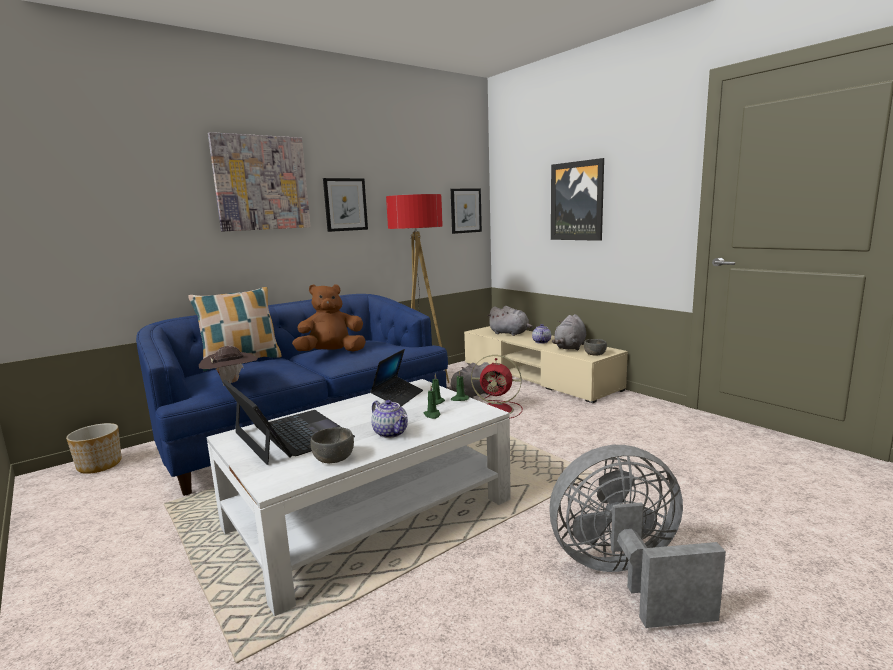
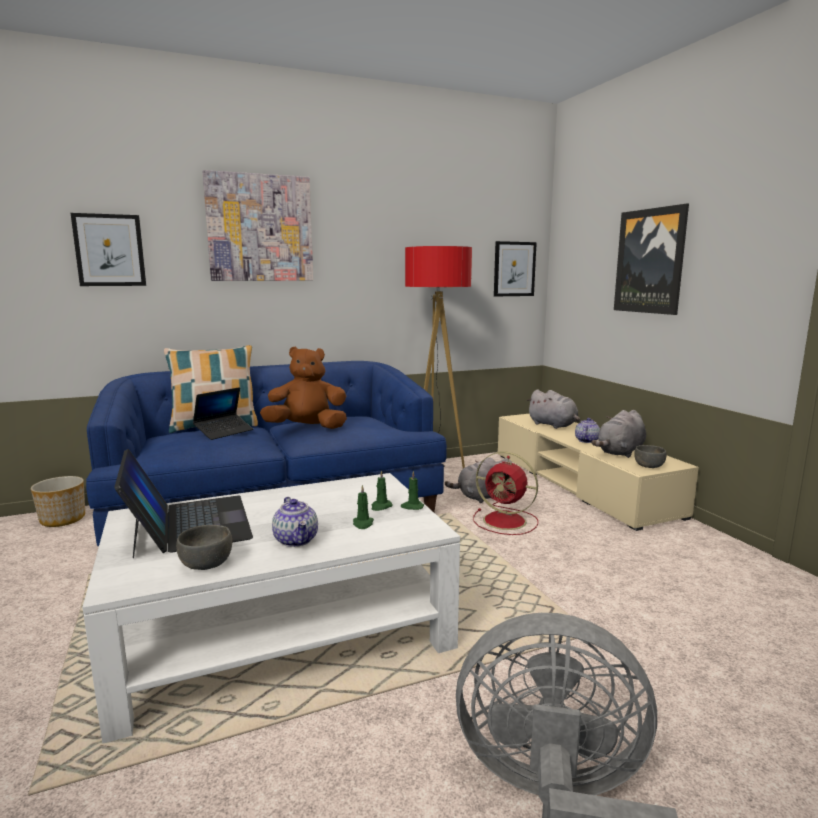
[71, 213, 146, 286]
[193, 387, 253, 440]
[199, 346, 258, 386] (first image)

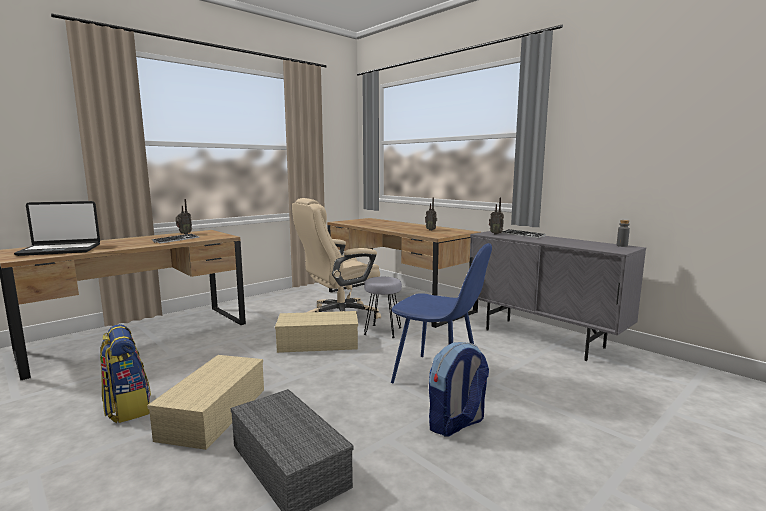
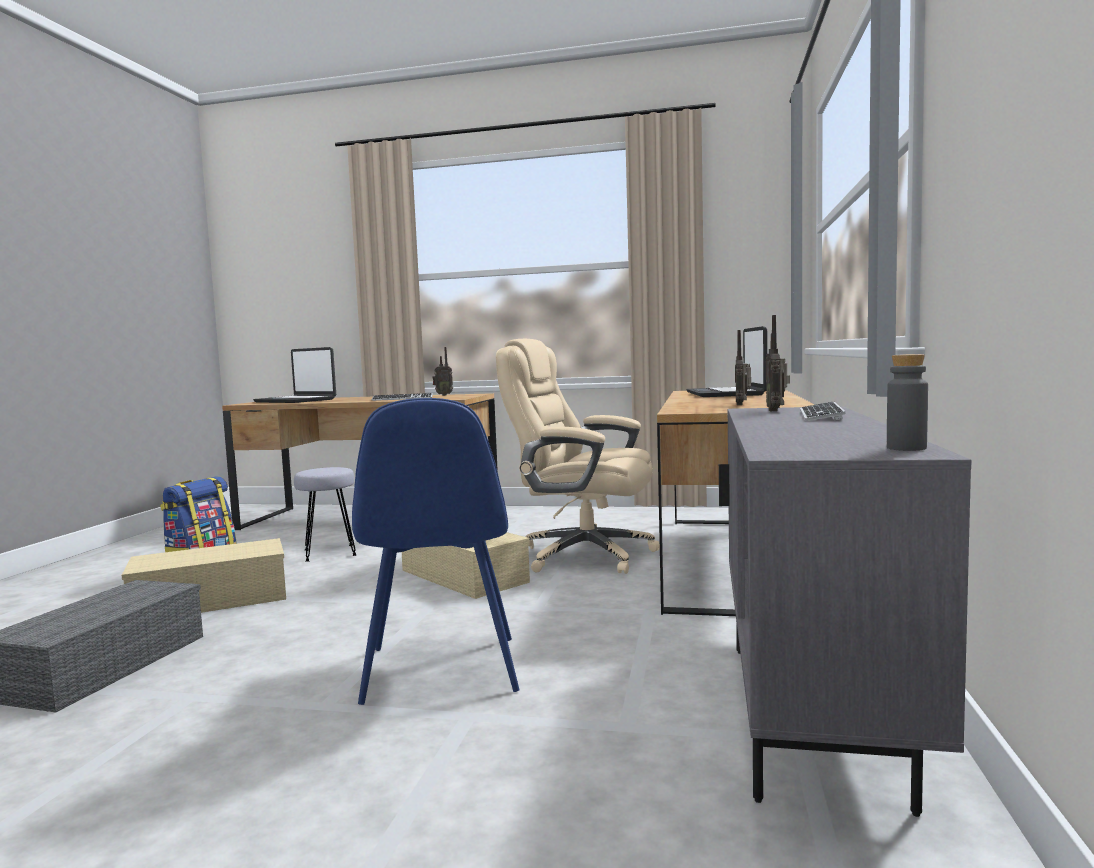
[294, 467, 356, 562]
[686, 326, 768, 397]
[429, 342, 489, 437] (first image)

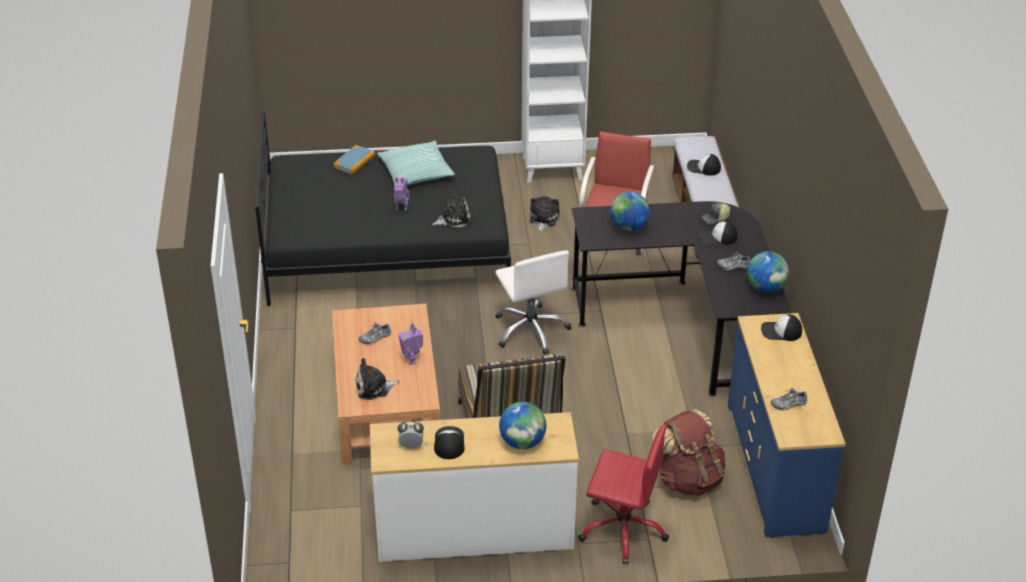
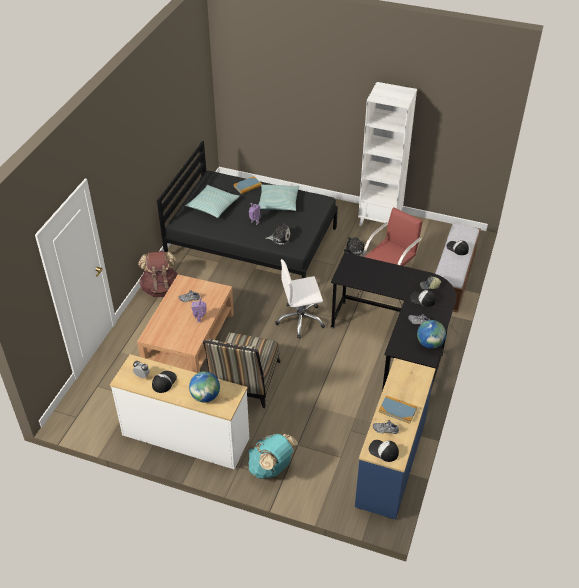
[138, 251, 179, 297]
[186, 185, 240, 218]
[248, 434, 299, 479]
[275, 259, 325, 338]
[369, 440, 399, 462]
[379, 395, 417, 424]
[355, 358, 400, 400] (first image)
[610, 192, 650, 232] (first image)

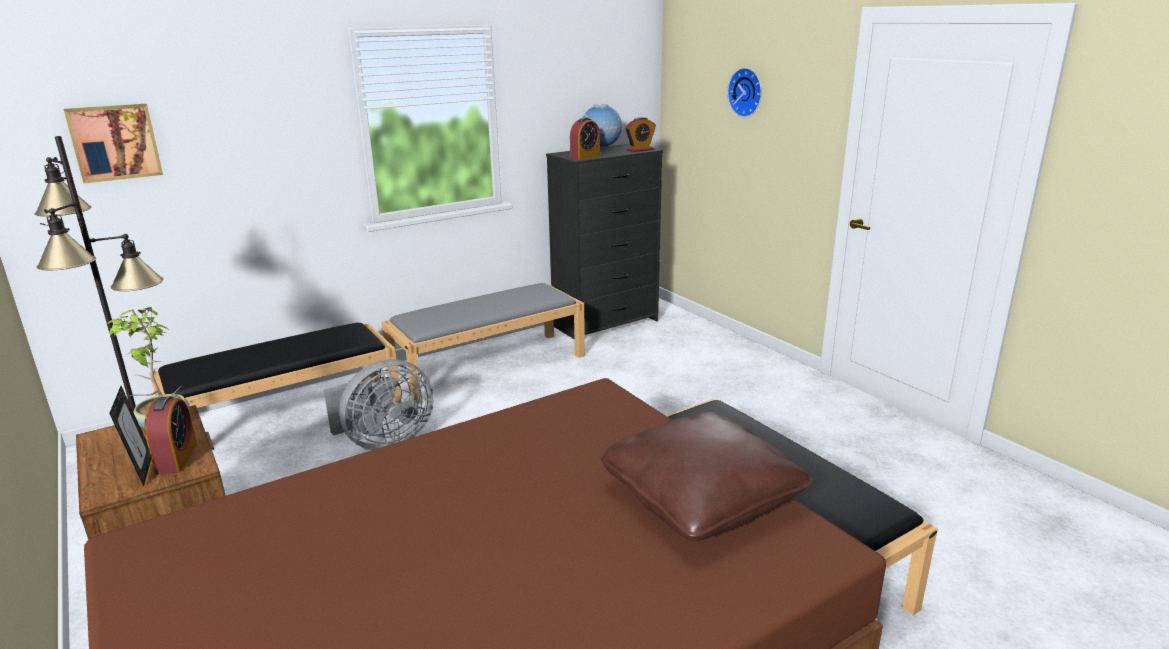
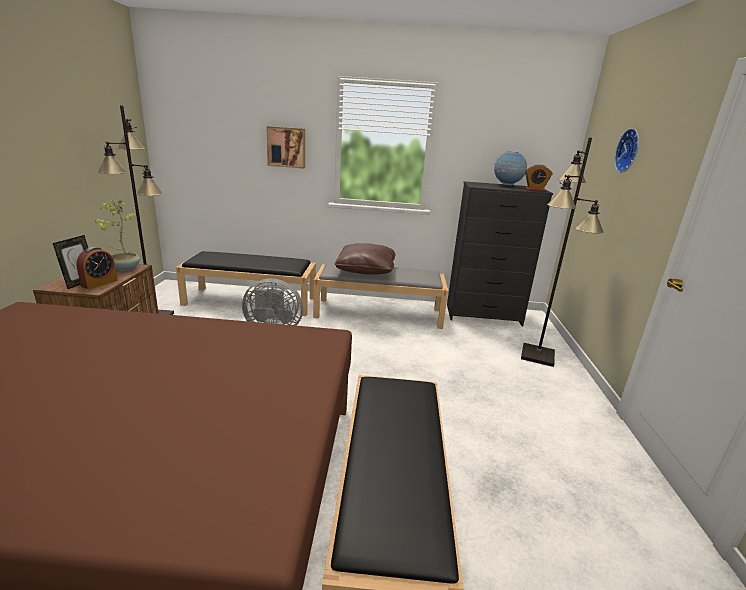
[266, 126, 305, 169]
[335, 243, 396, 275]
[521, 137, 604, 367]
[570, 118, 600, 160] (first image)

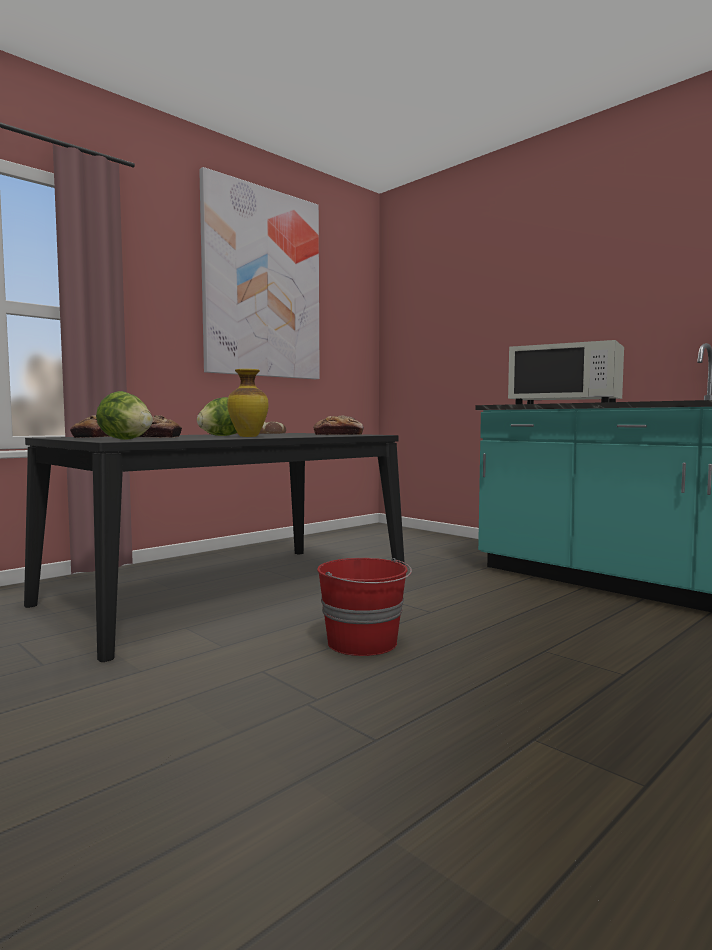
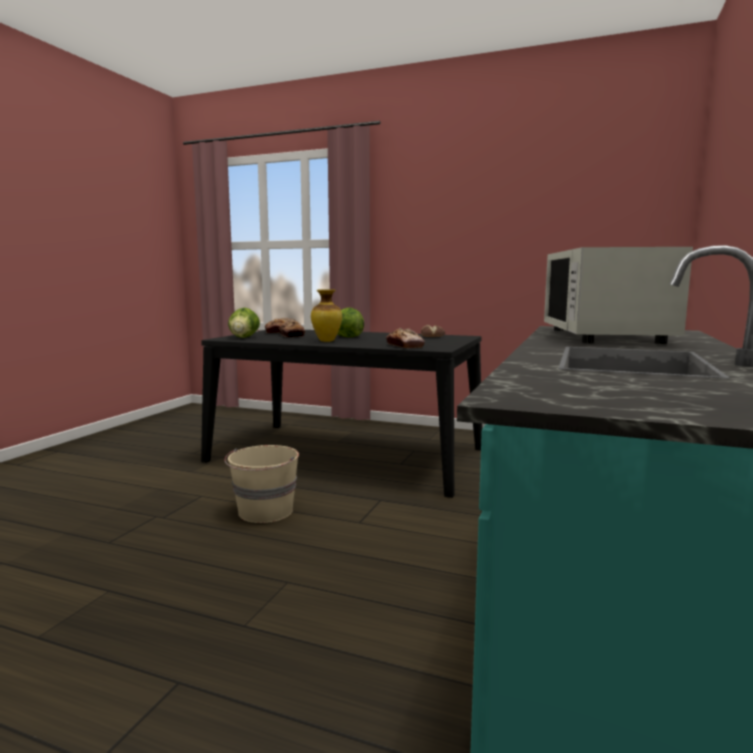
[225, 445, 299, 523]
[199, 167, 320, 379] (first image)

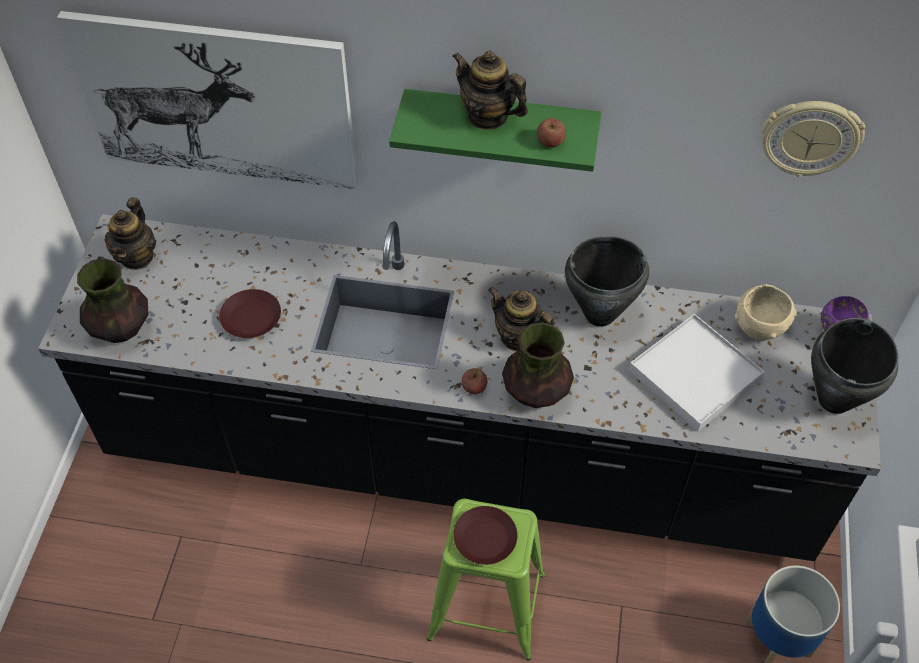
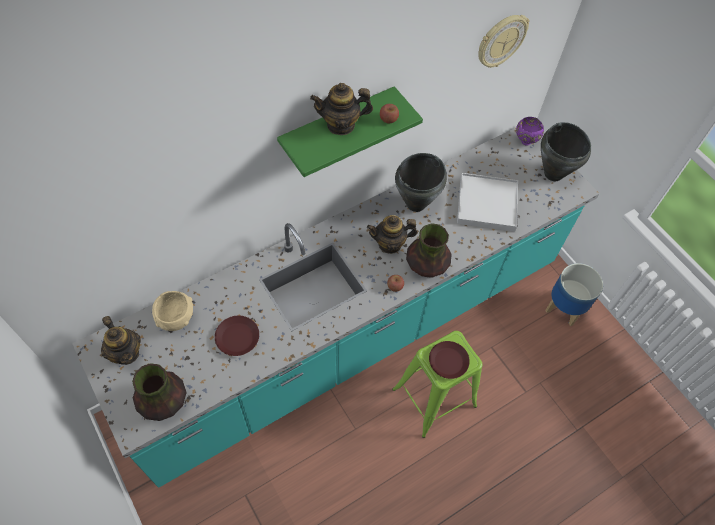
[72, 128, 600, 488]
[152, 291, 193, 331]
[57, 11, 358, 190] (first image)

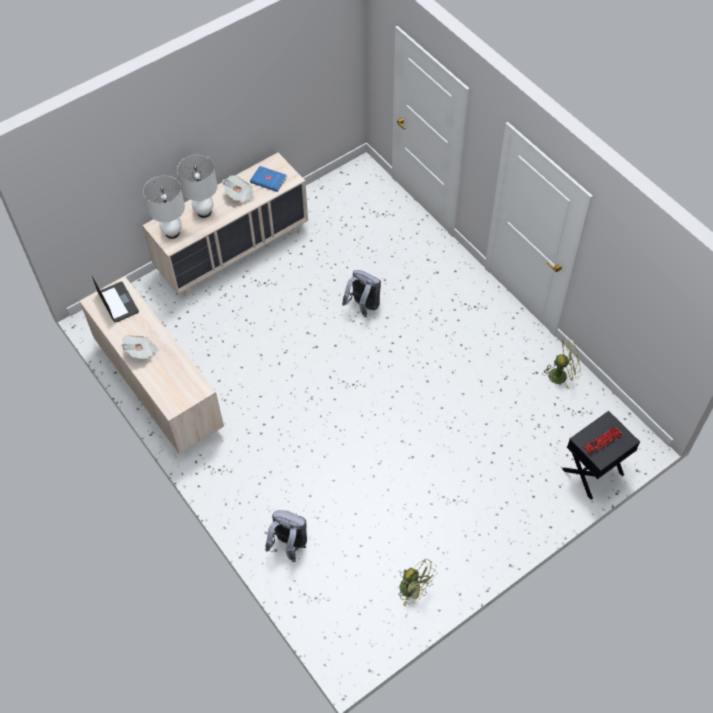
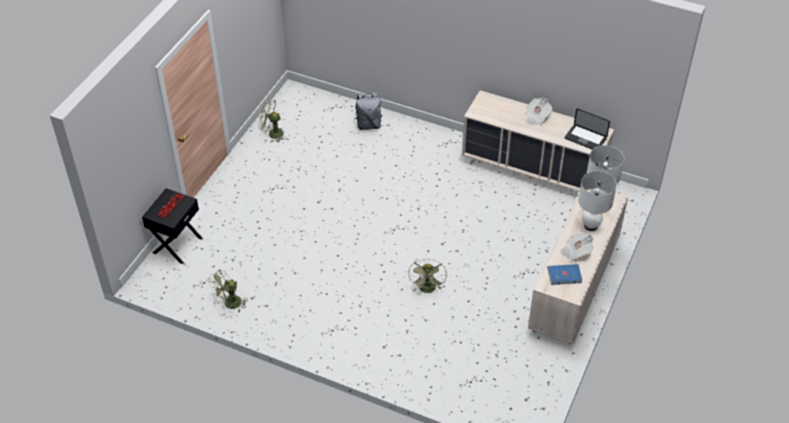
[408, 259, 447, 293]

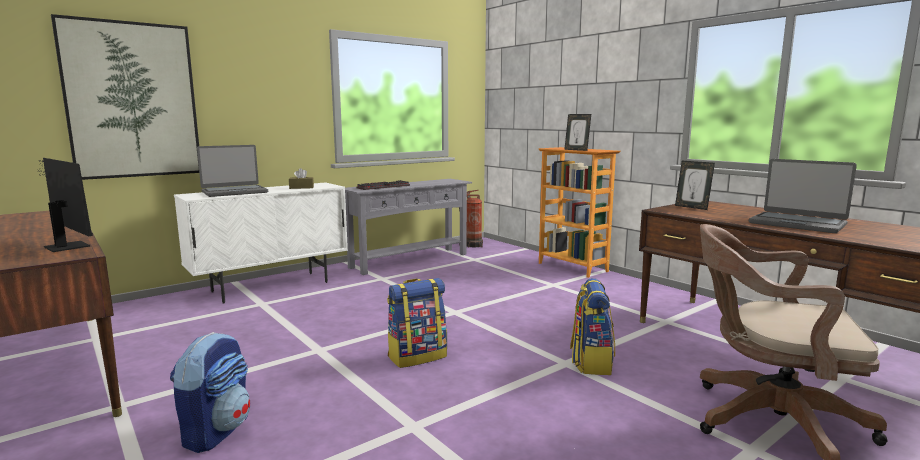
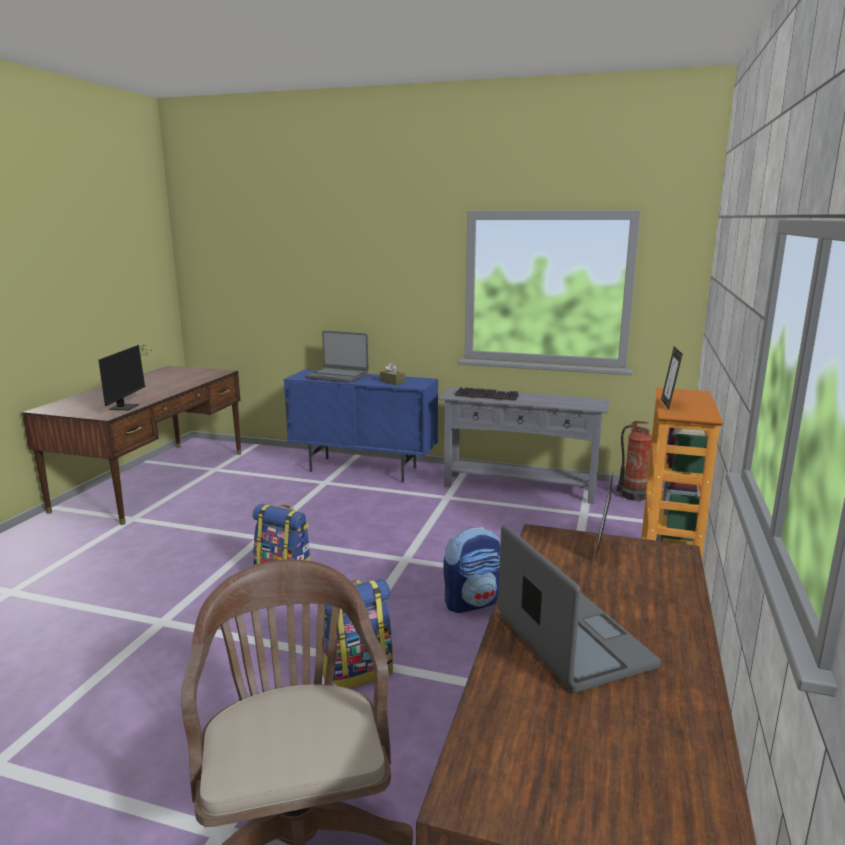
[284, 370, 438, 483]
[443, 527, 501, 613]
[498, 524, 661, 693]
[51, 14, 199, 180] (first image)

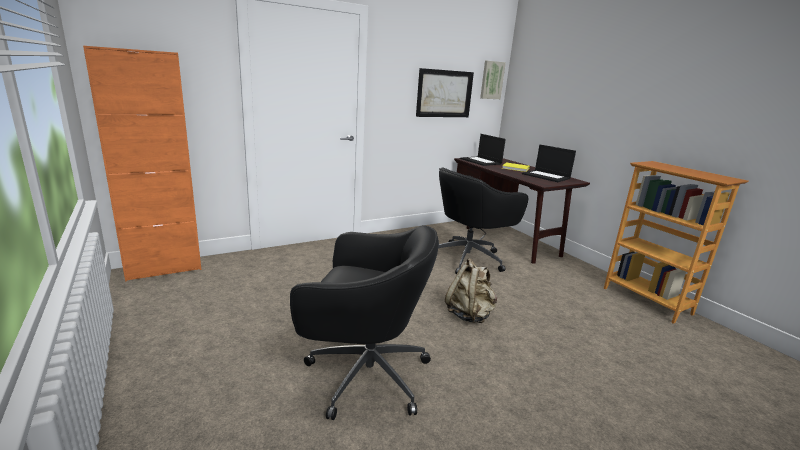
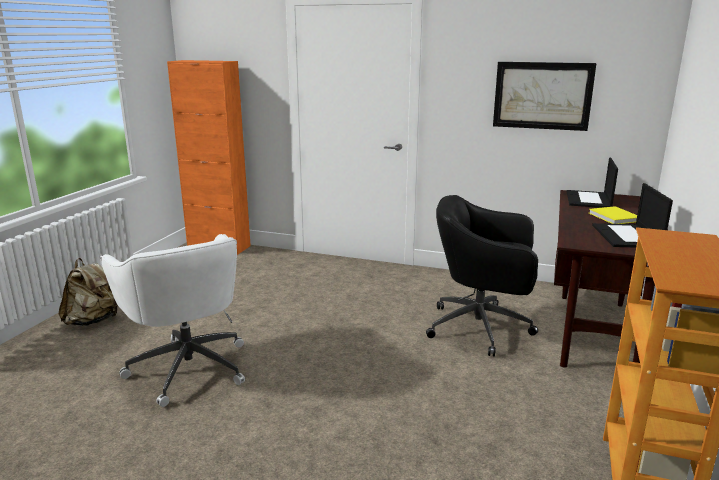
[59, 258, 118, 326]
[101, 234, 245, 407]
[480, 61, 506, 99] (first image)

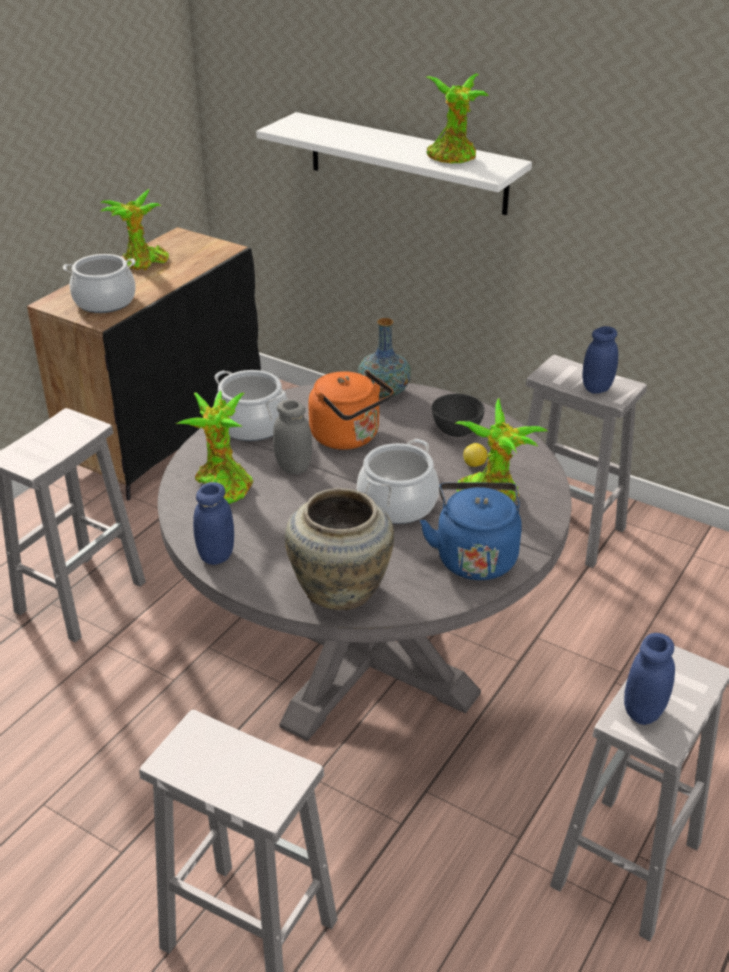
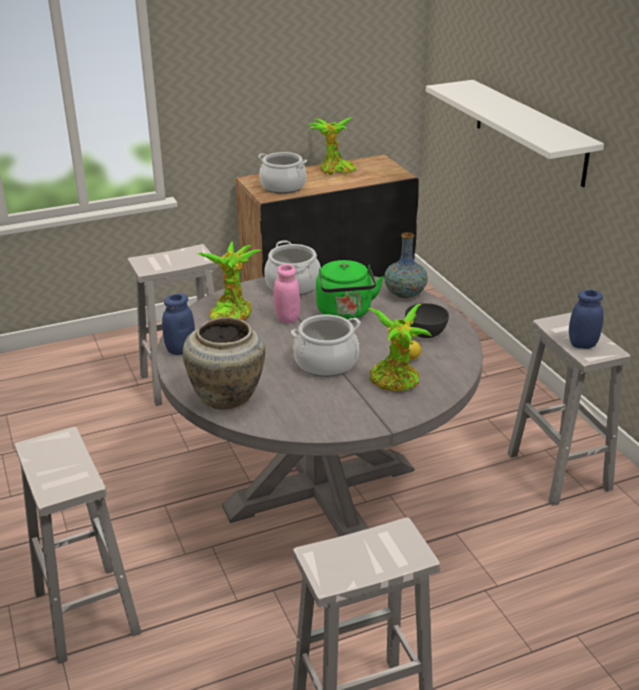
[273, 264, 300, 323]
[316, 260, 384, 320]
[420, 482, 522, 580] (first image)
[426, 73, 489, 163] (first image)
[624, 633, 675, 725] (first image)

